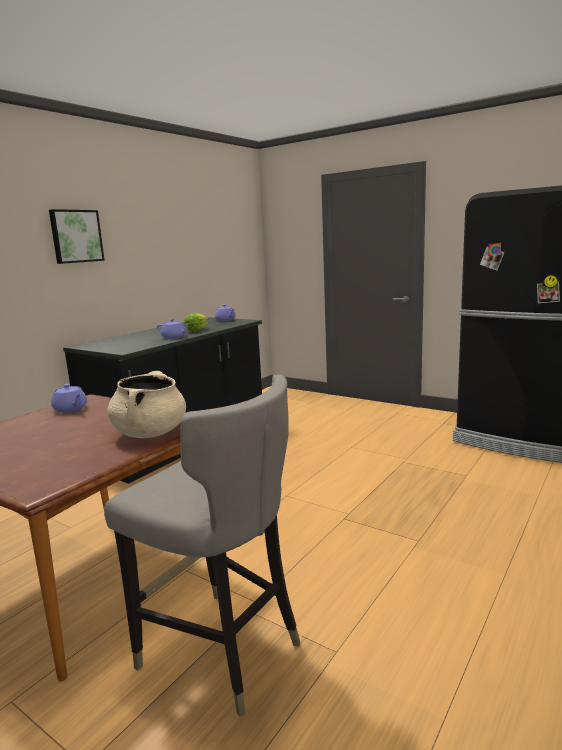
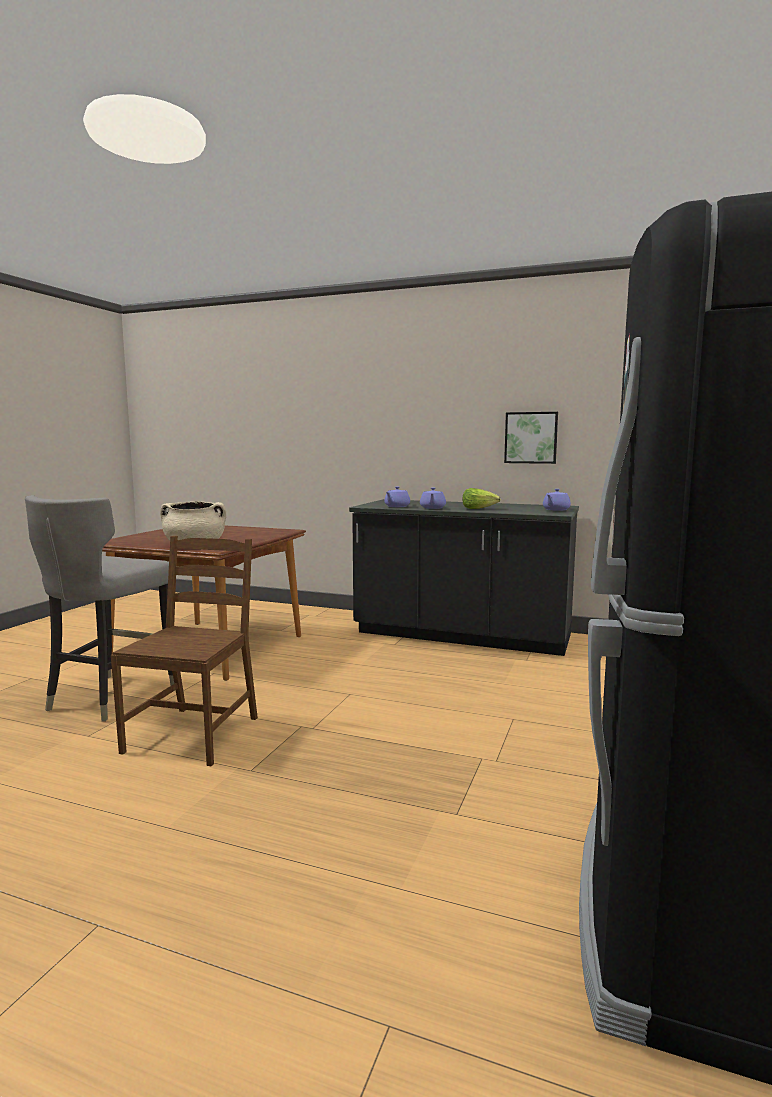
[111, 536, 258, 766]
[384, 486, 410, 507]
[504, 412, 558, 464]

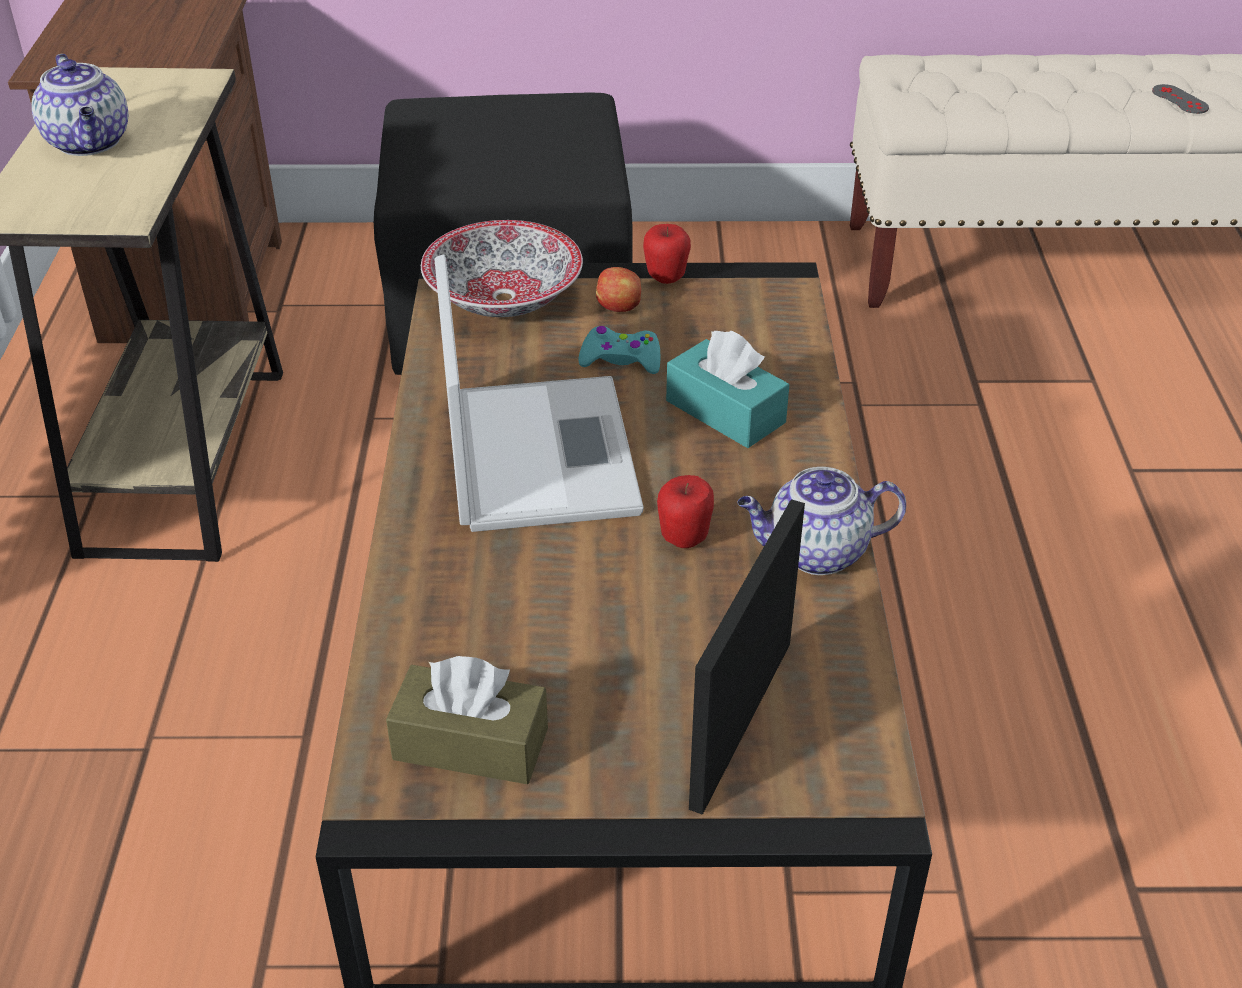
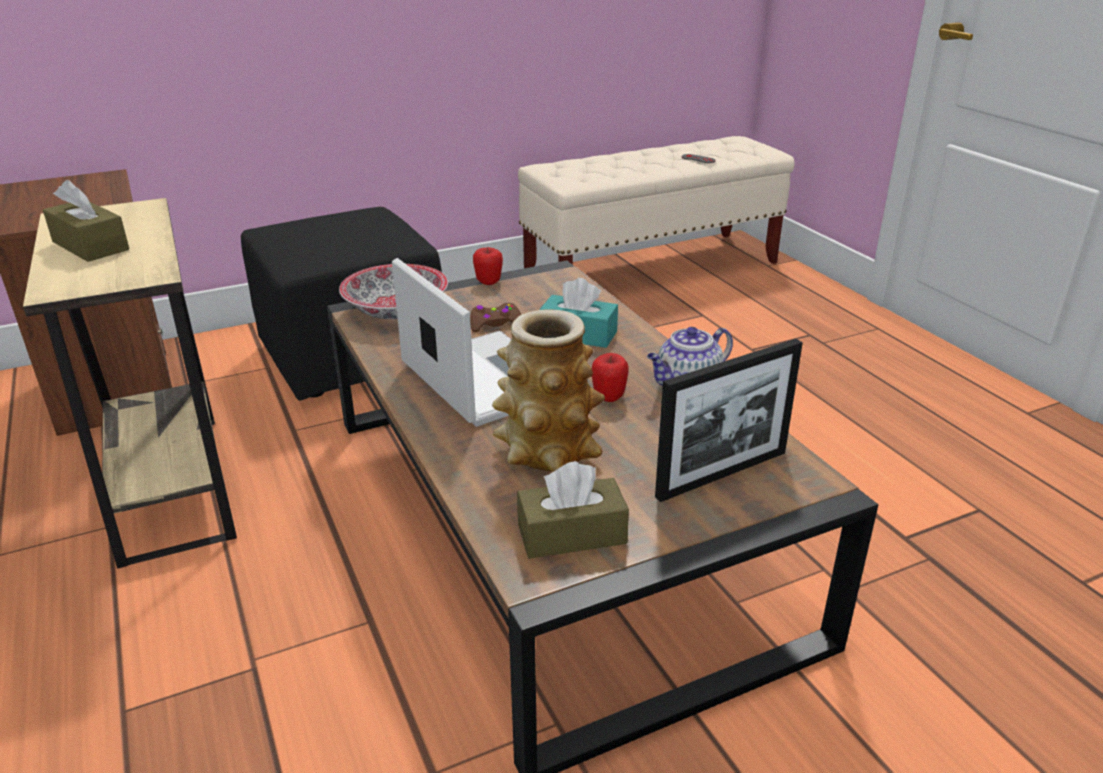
[43, 180, 129, 262]
[470, 303, 521, 332]
[492, 309, 605, 472]
[655, 339, 803, 502]
[596, 267, 641, 312] (first image)

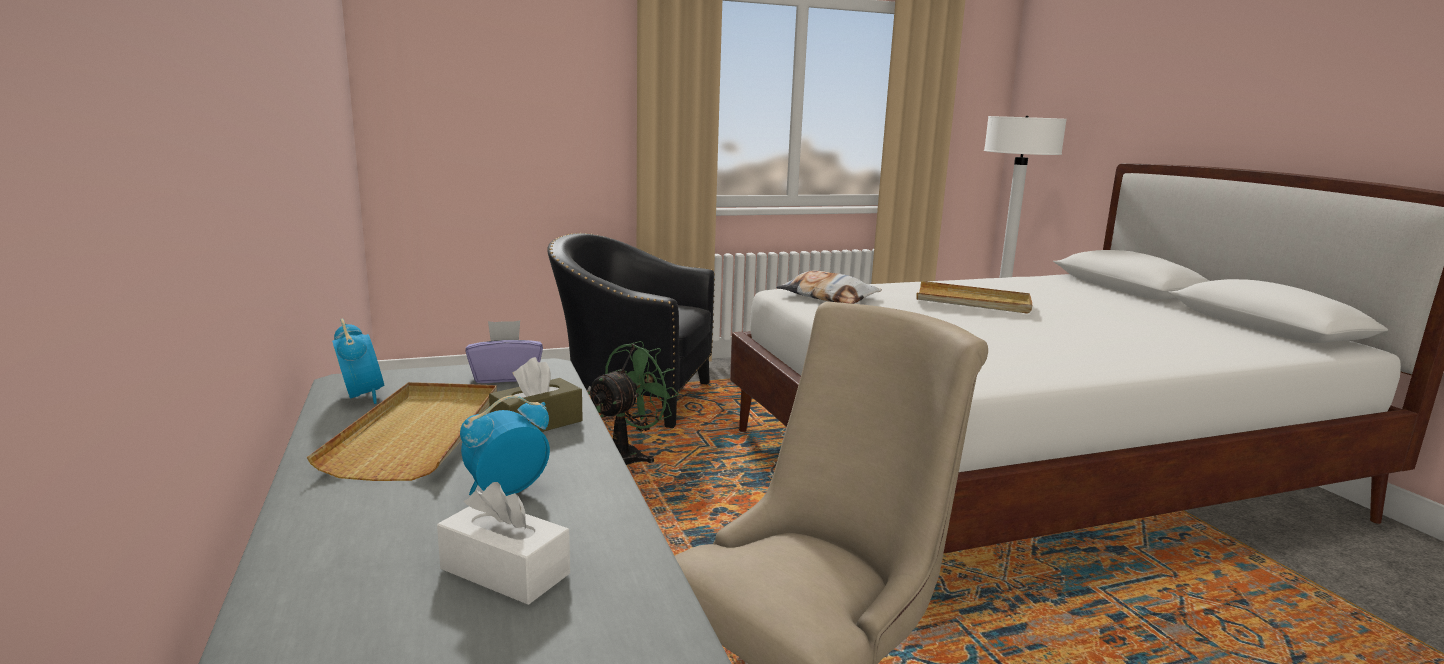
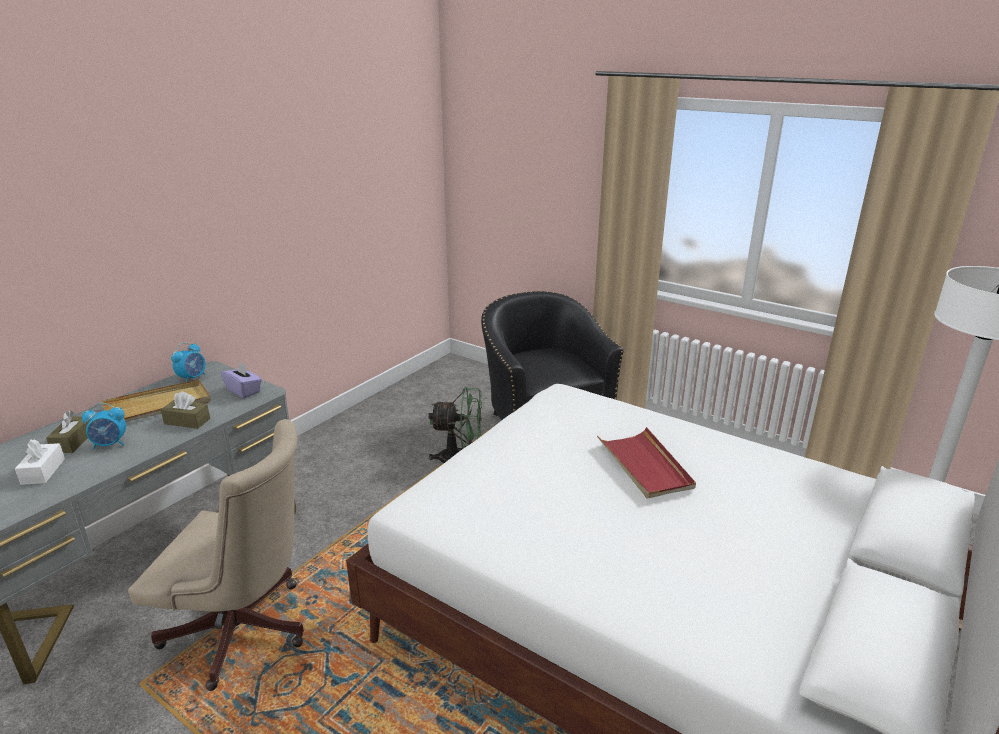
[46, 410, 91, 453]
[82, 403, 126, 450]
[597, 427, 696, 499]
[776, 270, 882, 304] (first image)

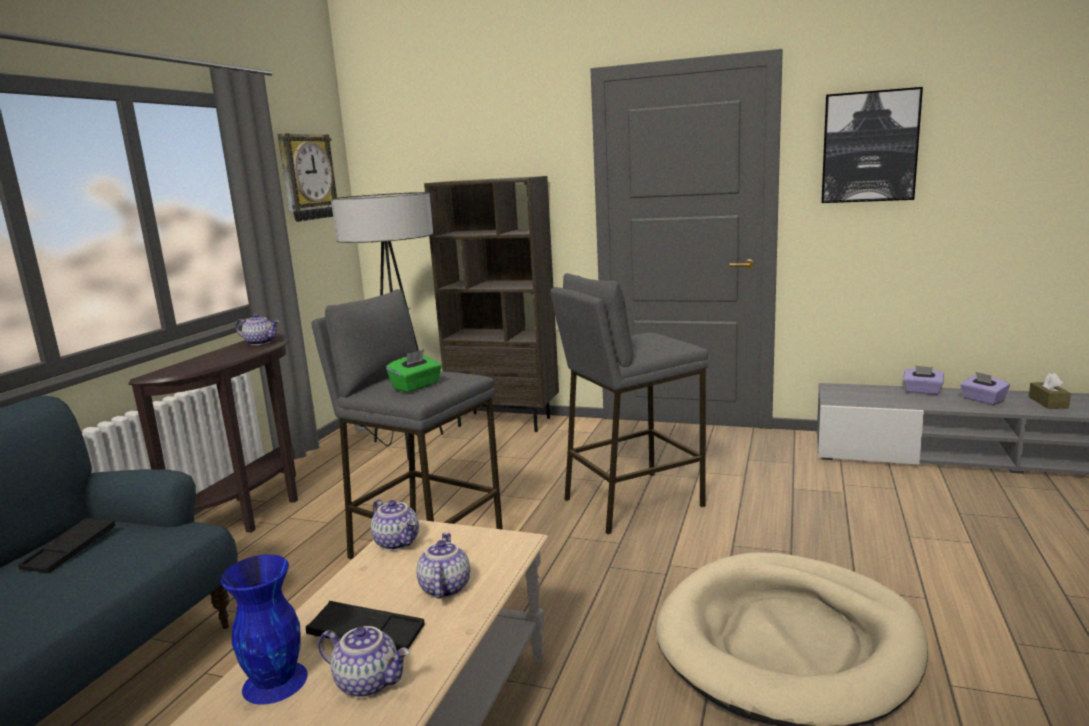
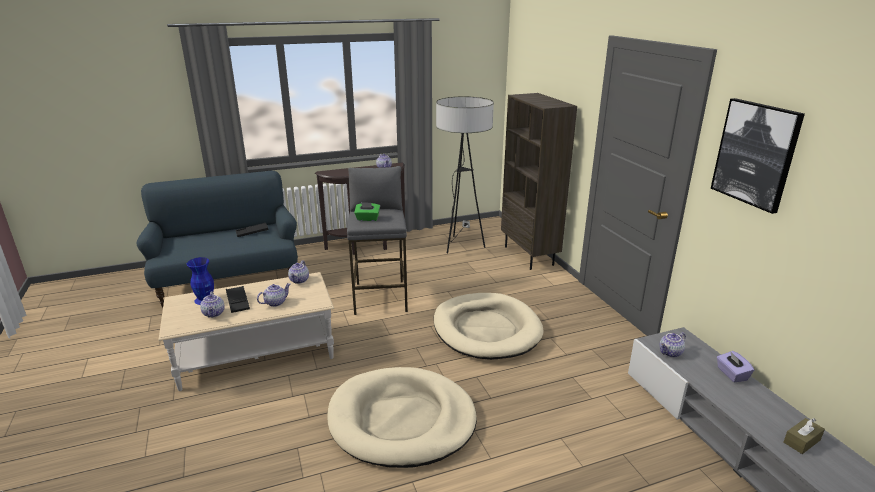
[434, 293, 544, 360]
[660, 332, 686, 358]
[277, 133, 337, 222] (first image)
[960, 372, 1010, 405] (first image)

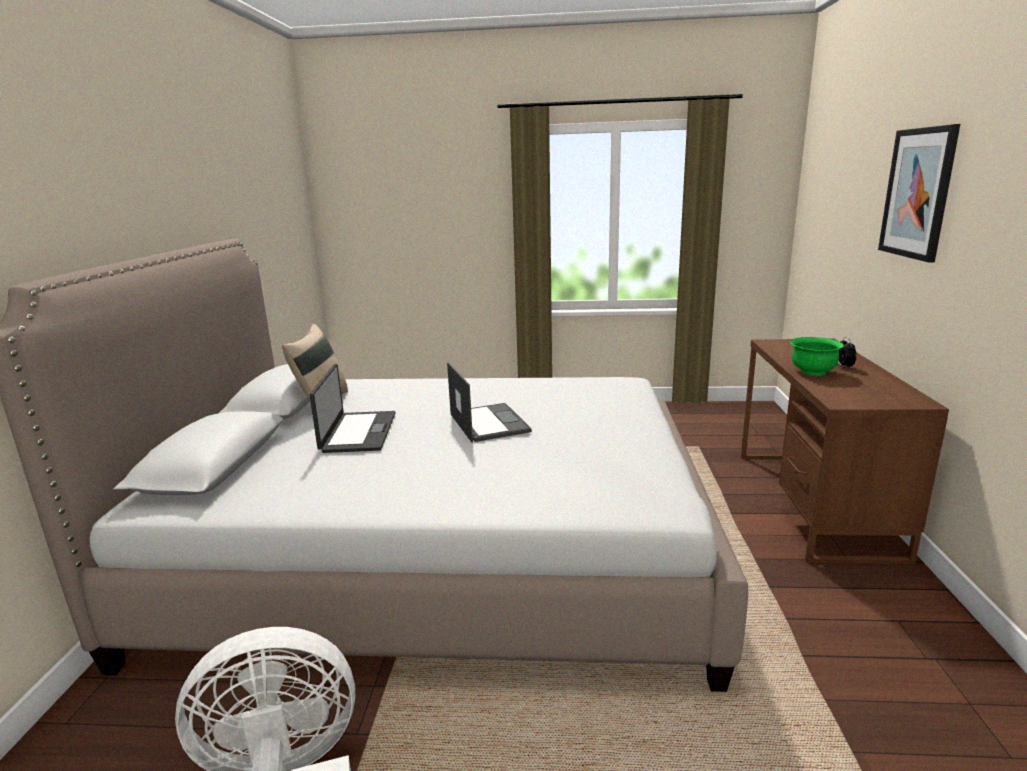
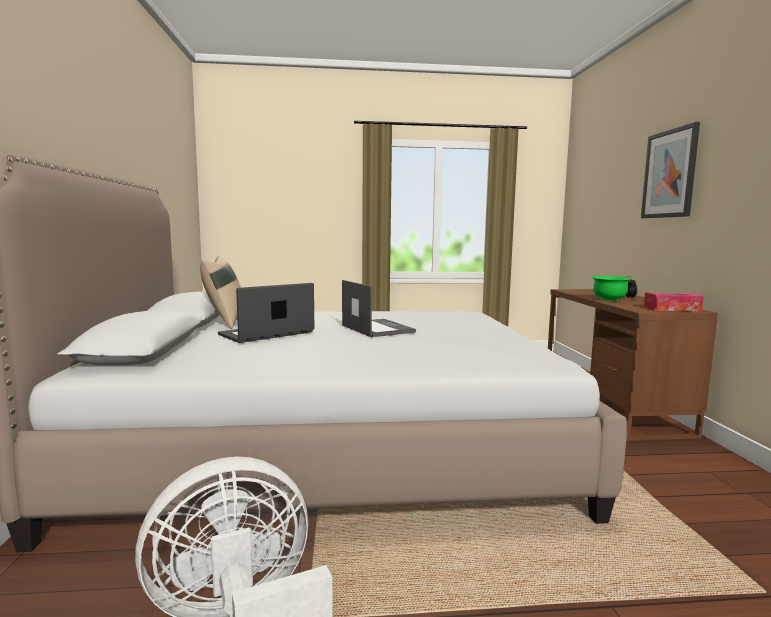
[218, 283, 314, 343]
[644, 292, 704, 312]

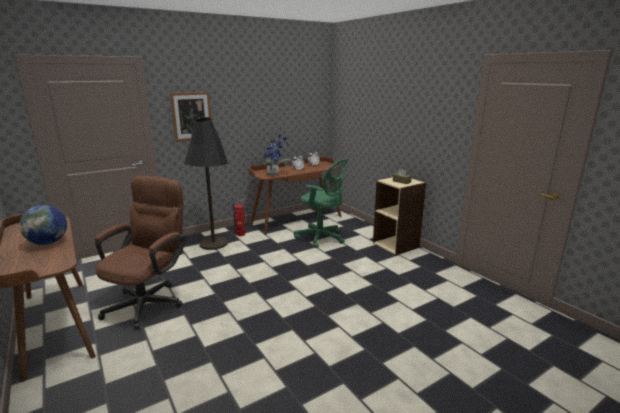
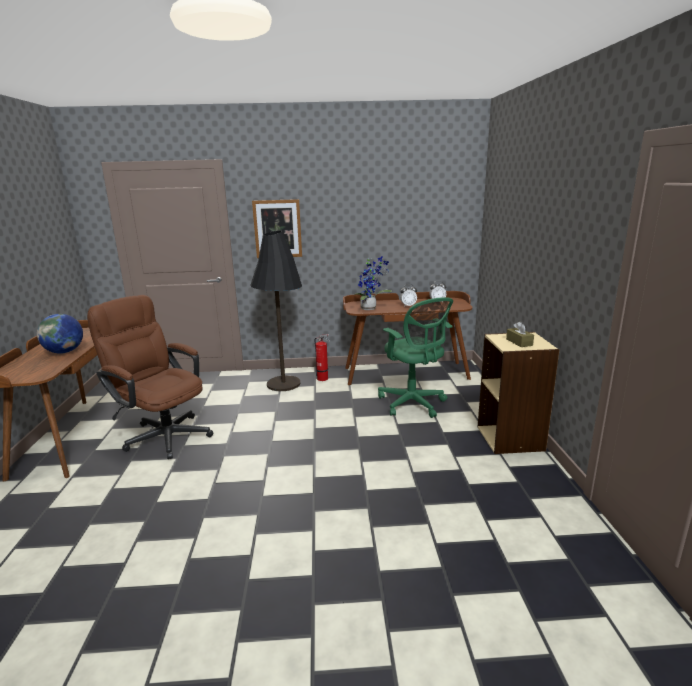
[87, 295, 213, 459]

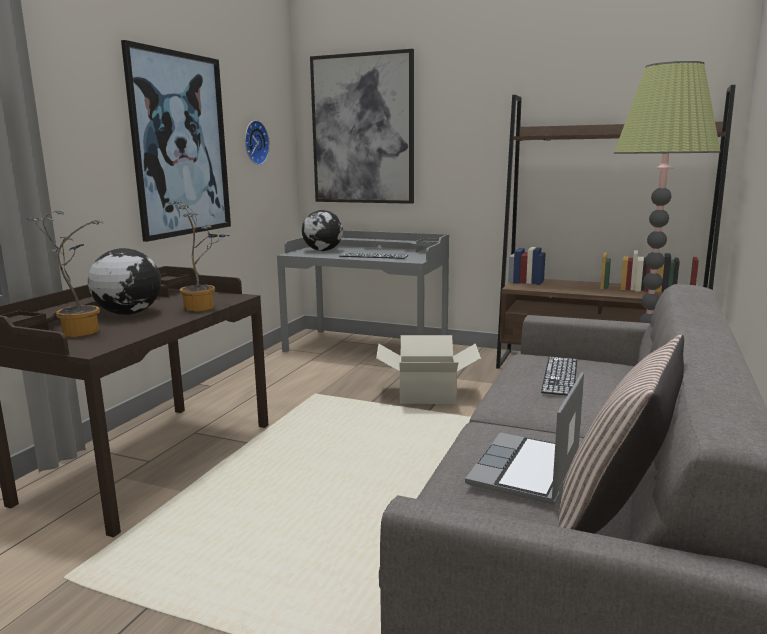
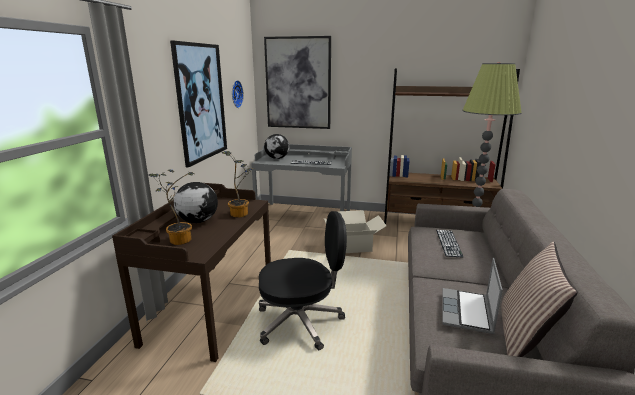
[259, 211, 347, 351]

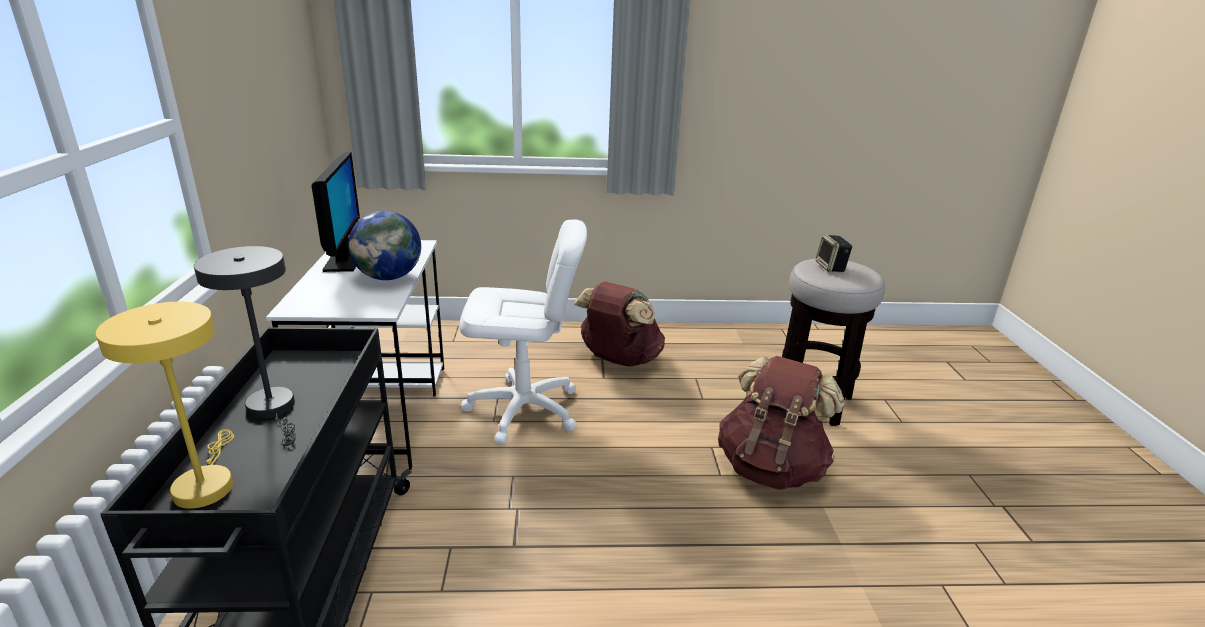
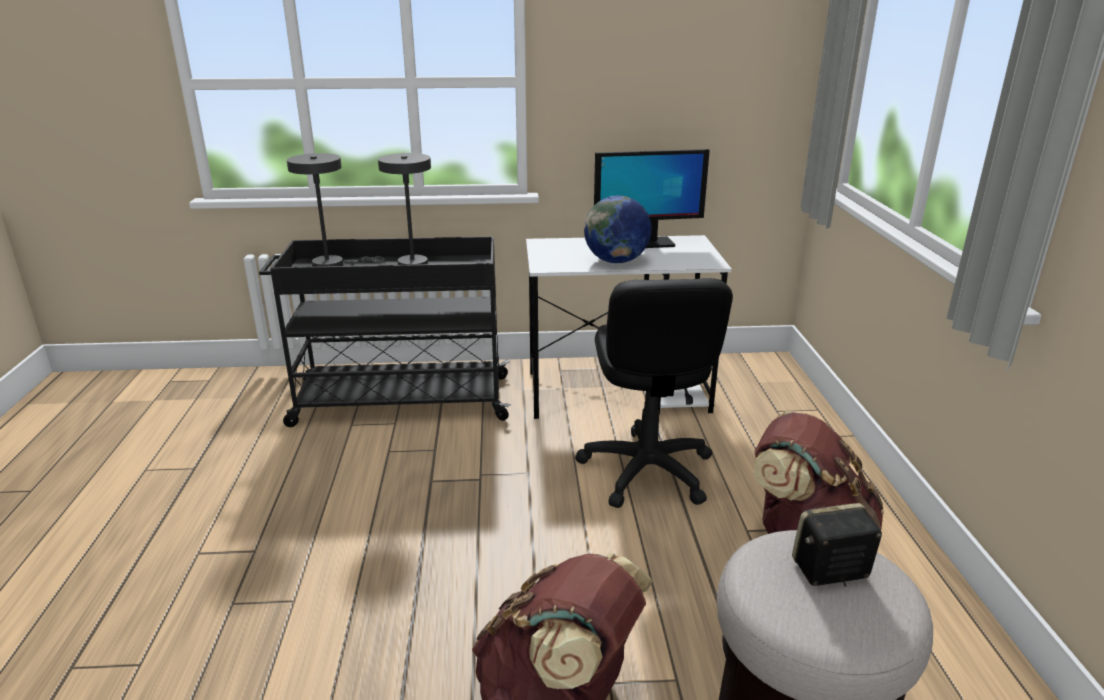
[287, 153, 383, 267]
[575, 278, 733, 508]

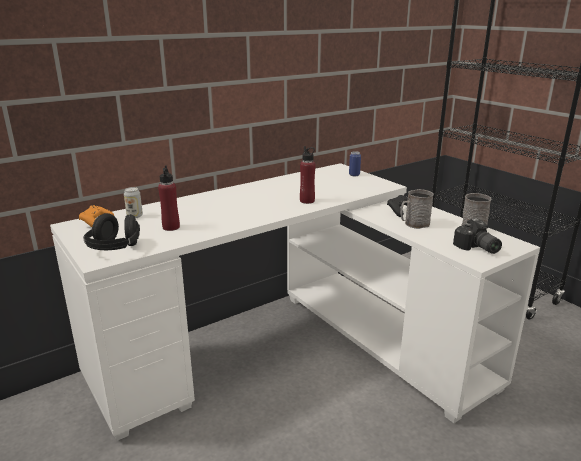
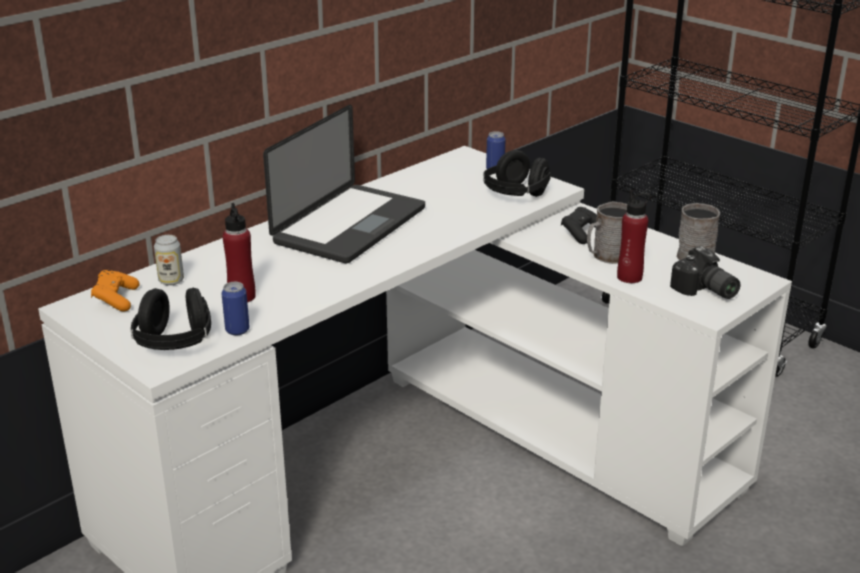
[221, 282, 250, 335]
[263, 105, 425, 263]
[483, 150, 551, 197]
[617, 190, 651, 283]

